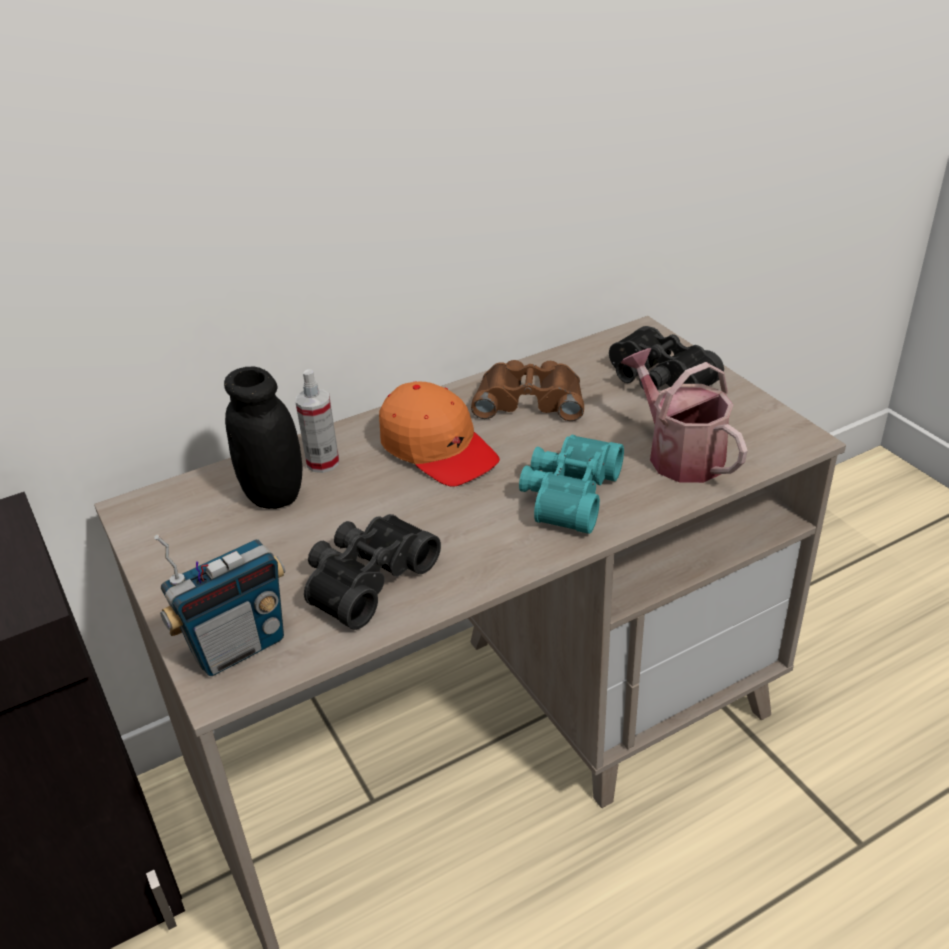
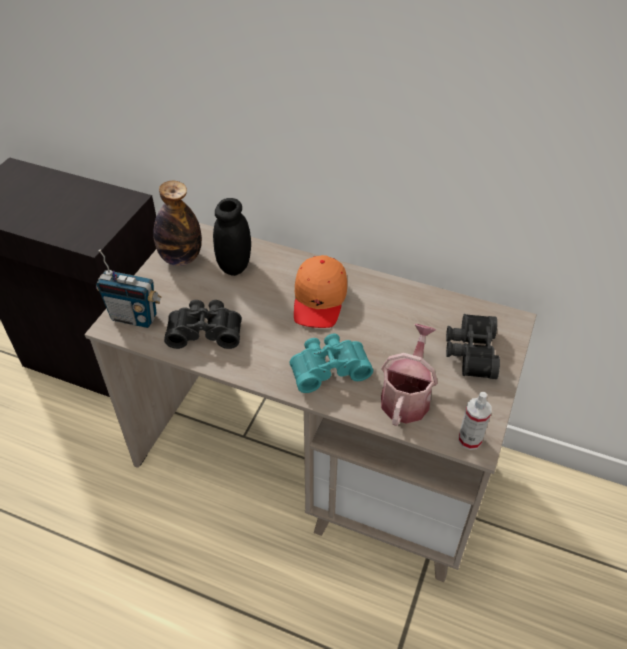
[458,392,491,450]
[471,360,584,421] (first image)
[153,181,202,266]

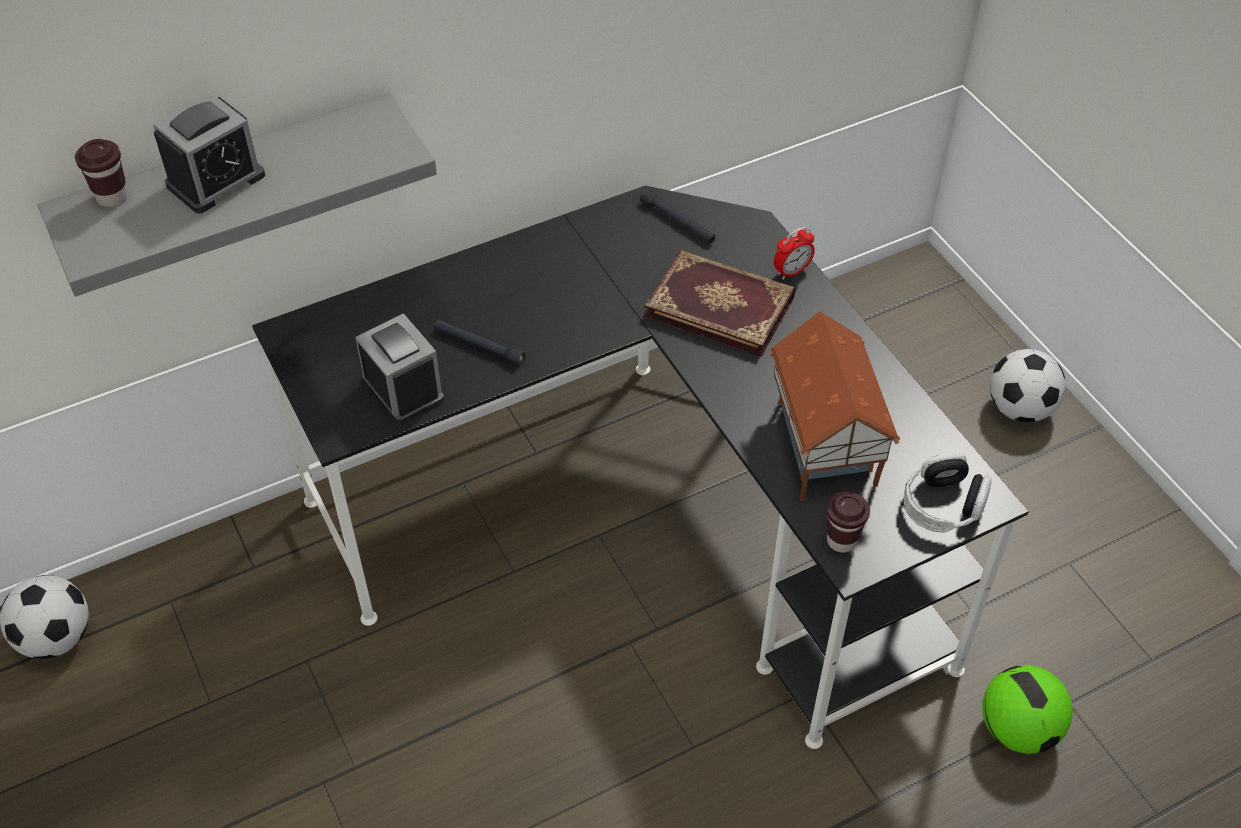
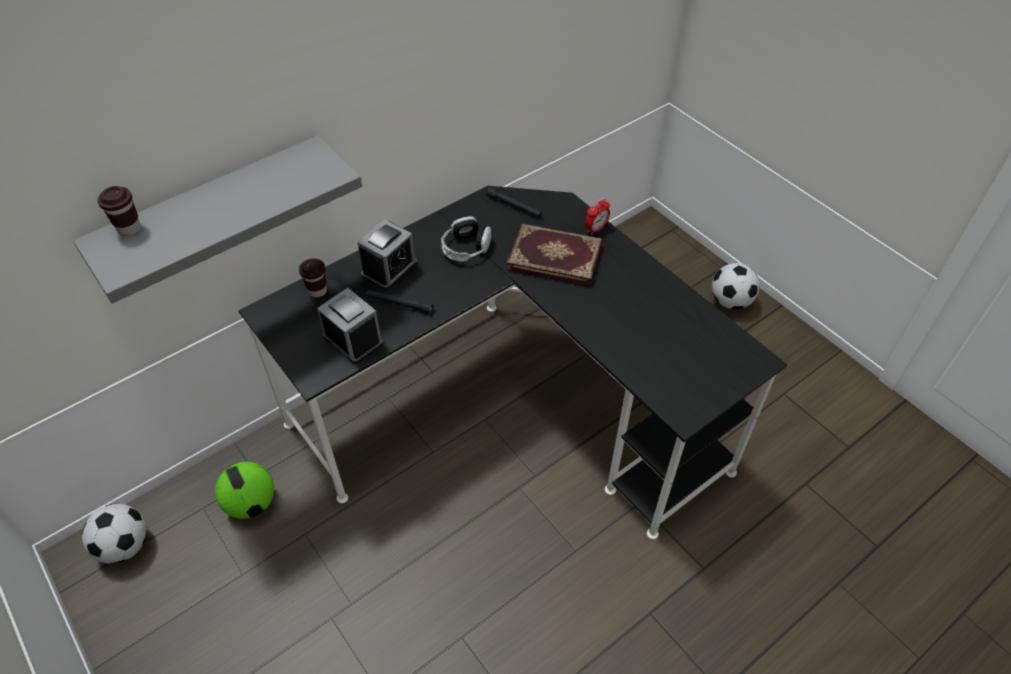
[357,219,417,291]
[769,311,900,501] (first image)
[299,259,327,297]
[441,216,491,261]
[215,462,274,519]

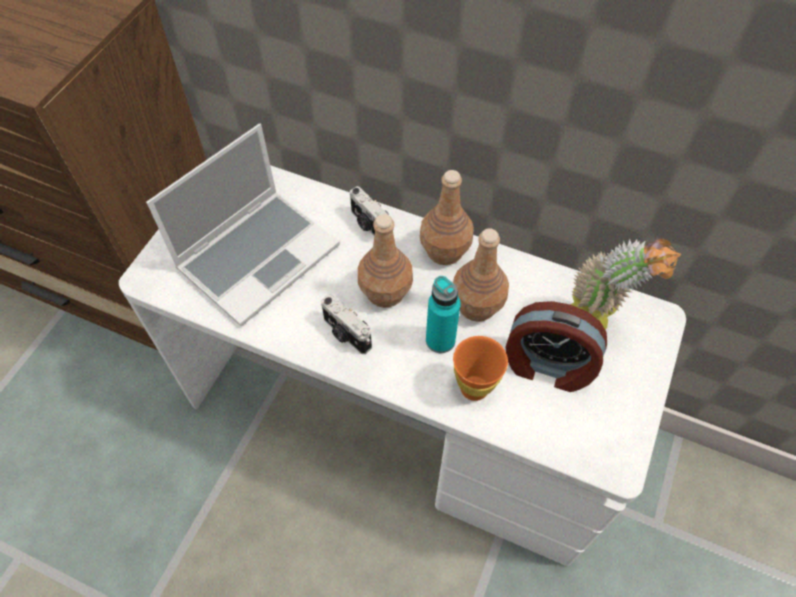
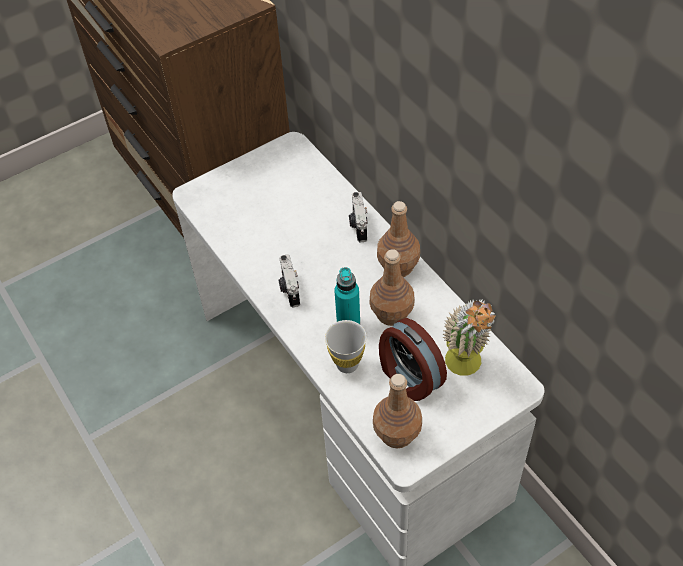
[146,124,340,326] (first image)
[373,374,422,448]
[325,320,367,373]

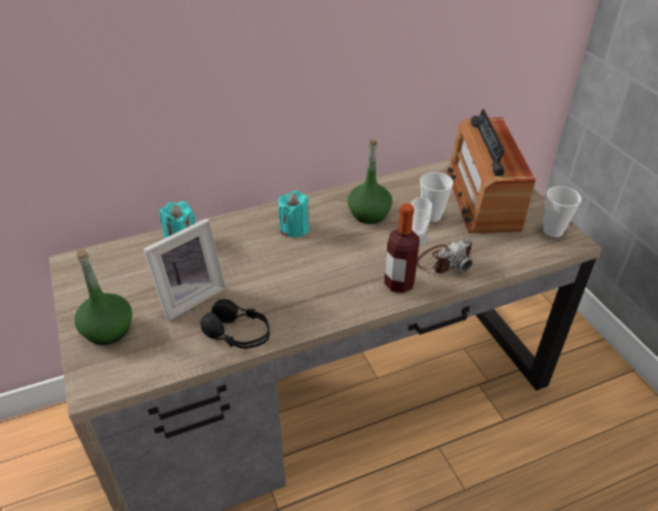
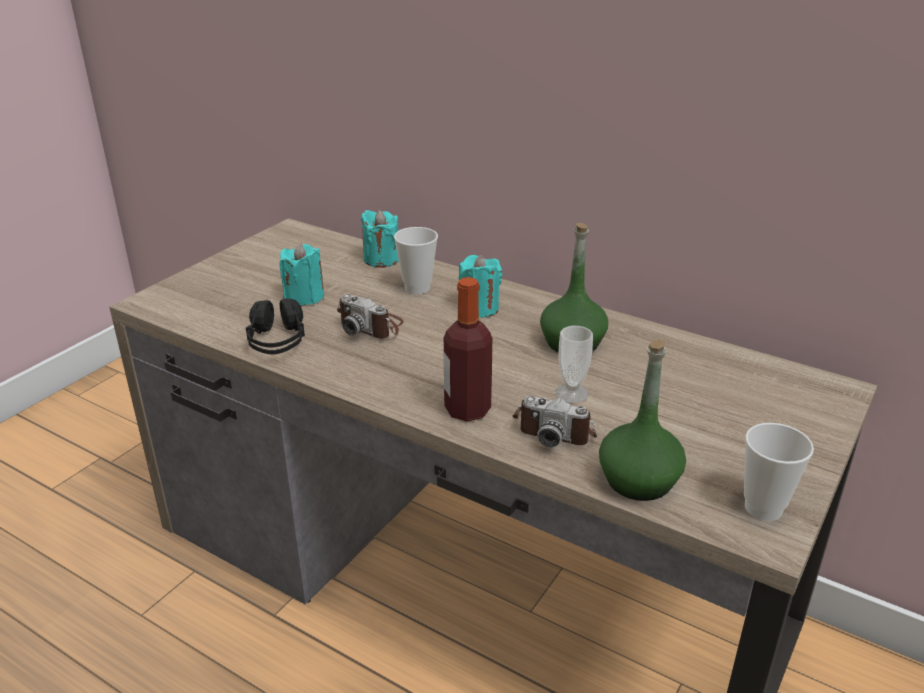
[599,340,686,501]
[280,243,324,305]
[394,227,438,294]
[446,109,536,233] (first image)
[337,294,404,339]

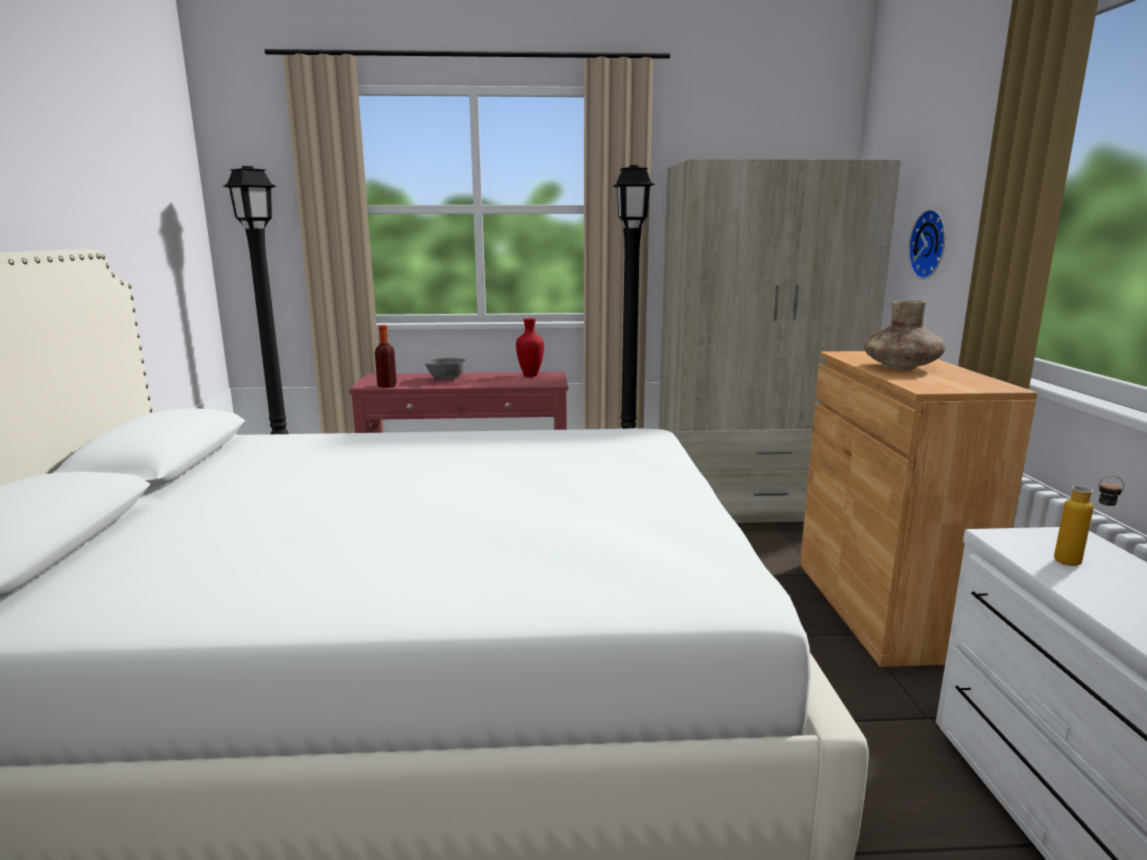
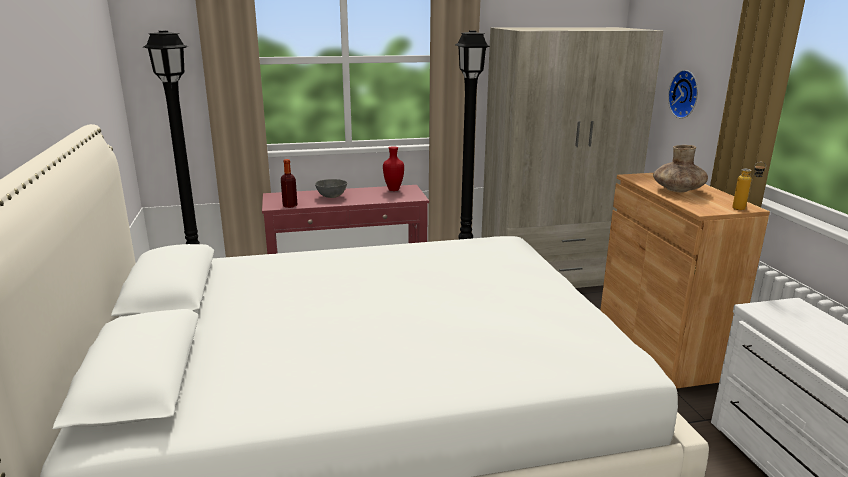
[732,162,766,210]

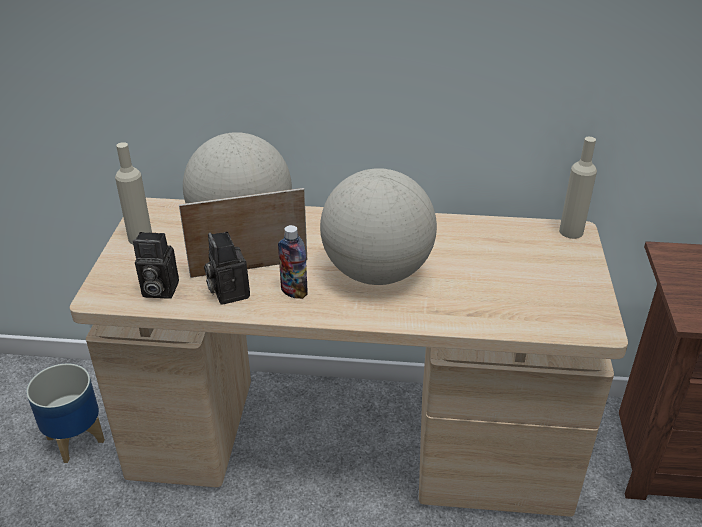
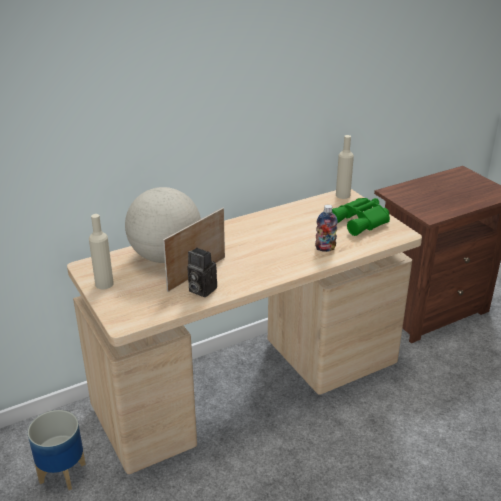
[133,232,179,299] (first image)
[315,205,338,252]
[320,168,437,285] (first image)
[332,198,390,236]

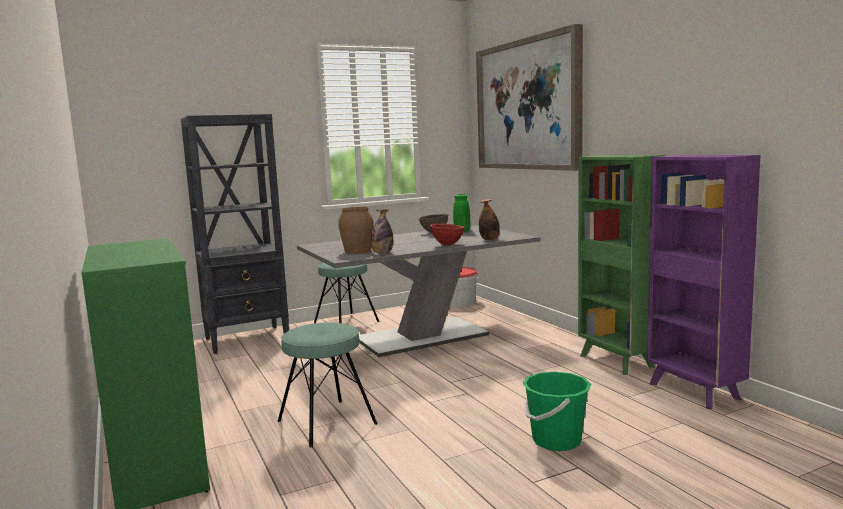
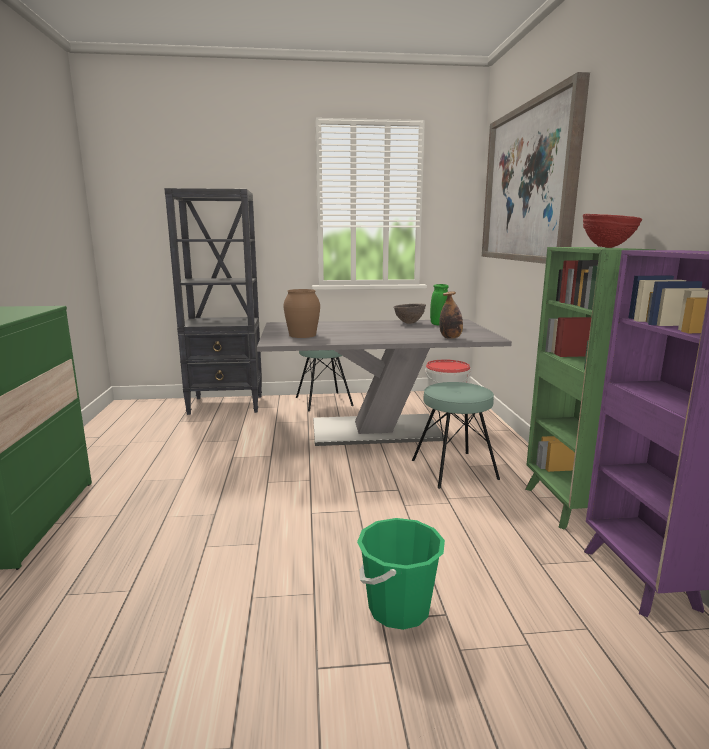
[412,382,500,489]
[371,209,393,254] (first image)
[583,214,642,248]

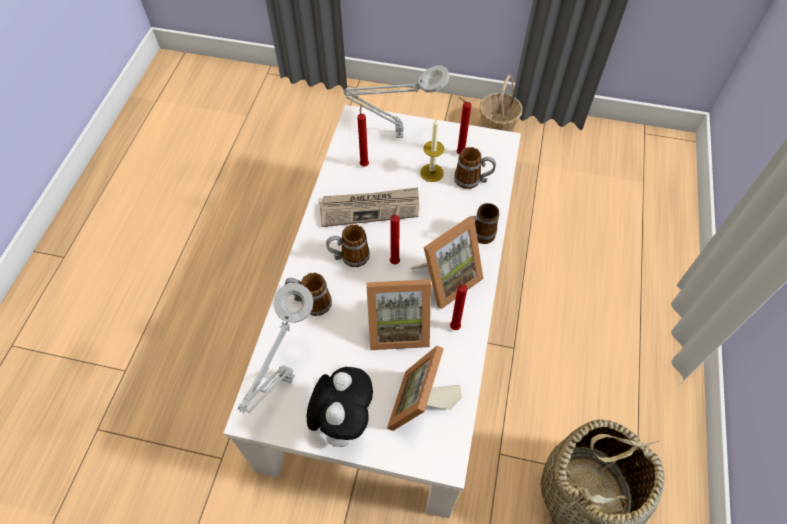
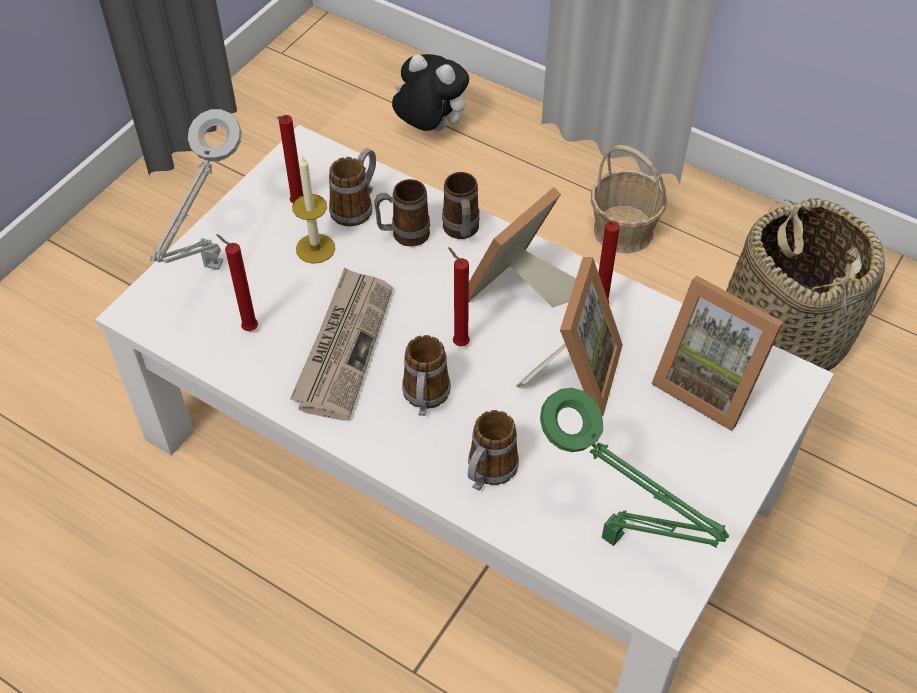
[540,388,729,548]
[392,54,469,131]
[469,187,576,308]
[591,145,667,254]
[374,179,430,247]

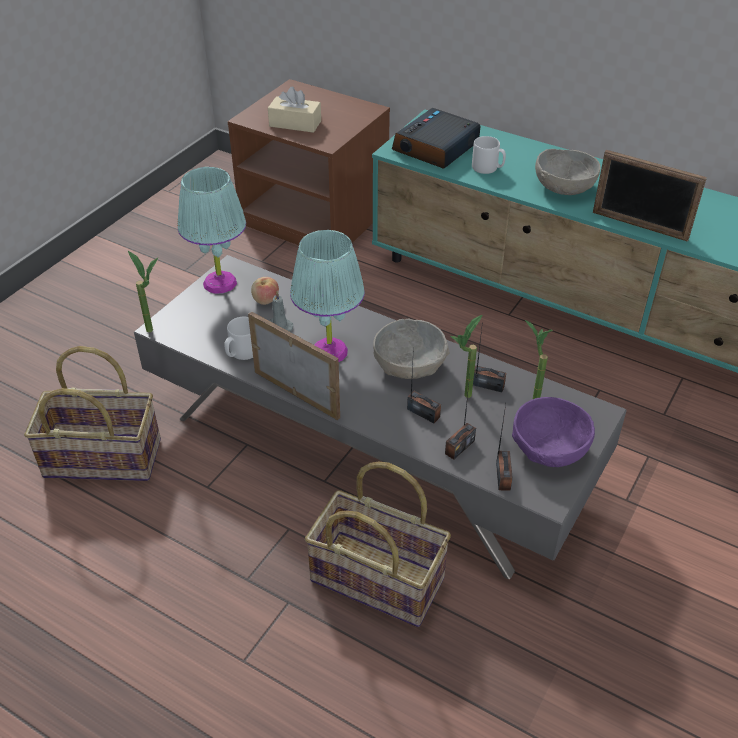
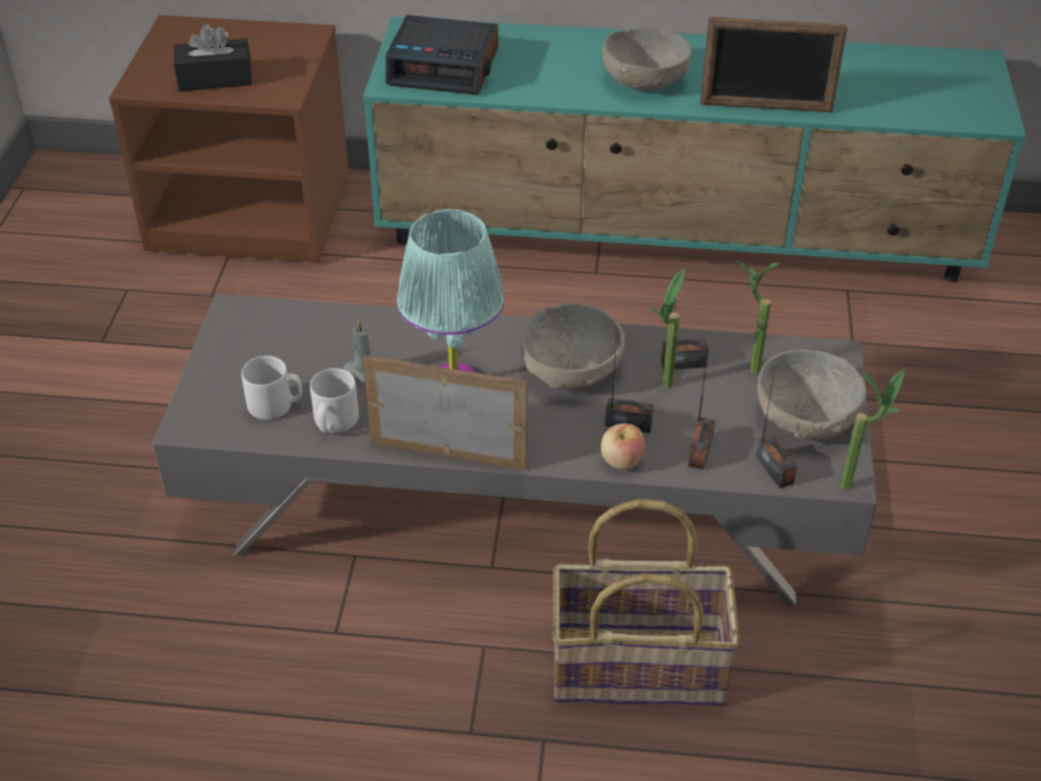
[24,346,161,481] (first image)
[840,369,904,490]
[177,167,246,294] (first image)
[601,423,645,470]
[174,24,252,91]
[386,15,498,95]
[241,356,302,420]
[757,350,866,439]

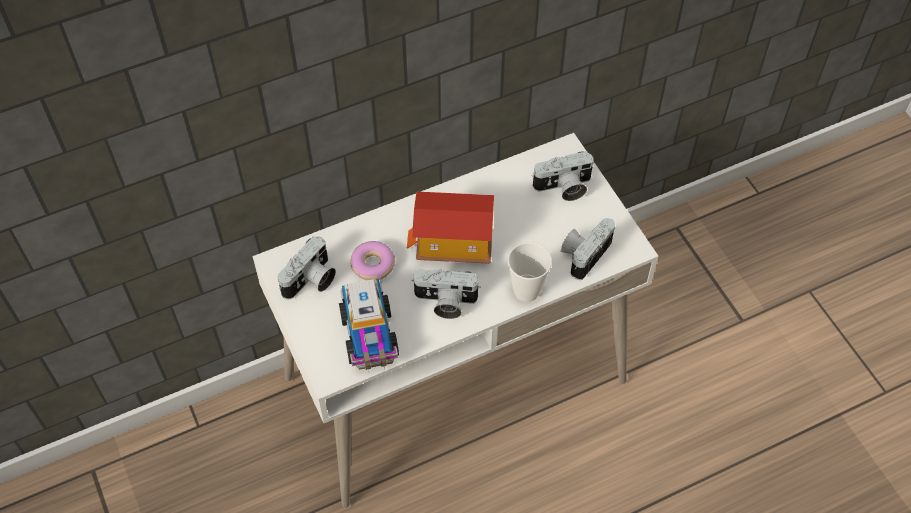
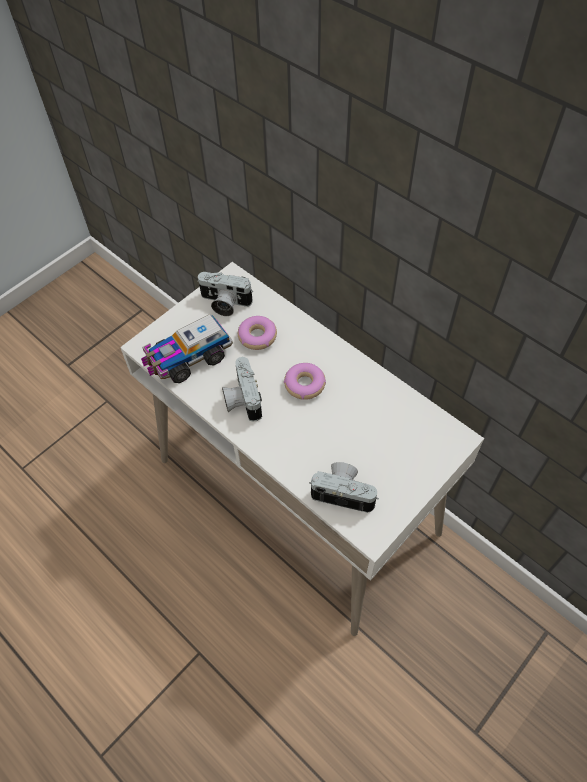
[284,363,326,400]
[508,243,552,302] (first image)
[532,151,594,201] (first image)

